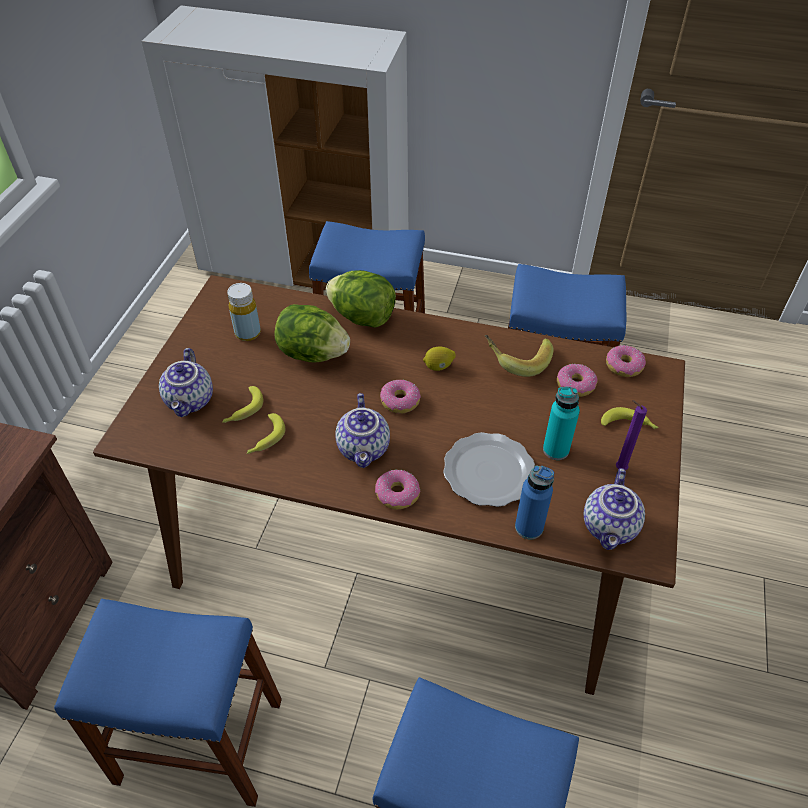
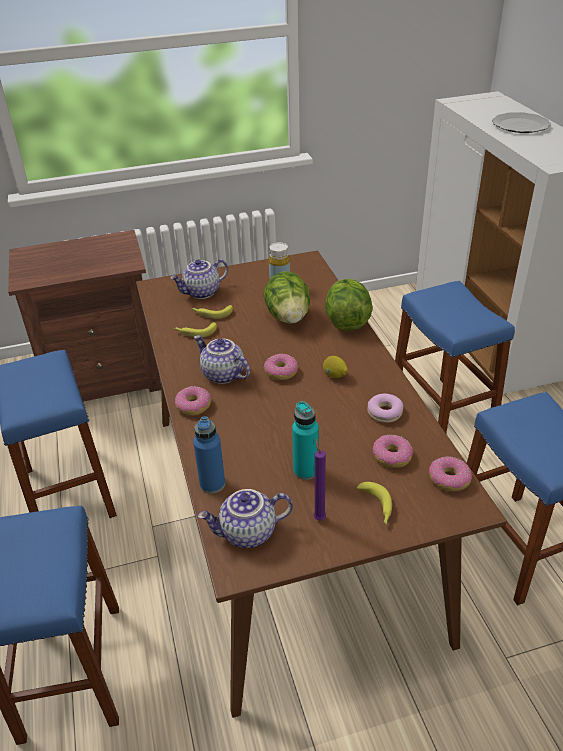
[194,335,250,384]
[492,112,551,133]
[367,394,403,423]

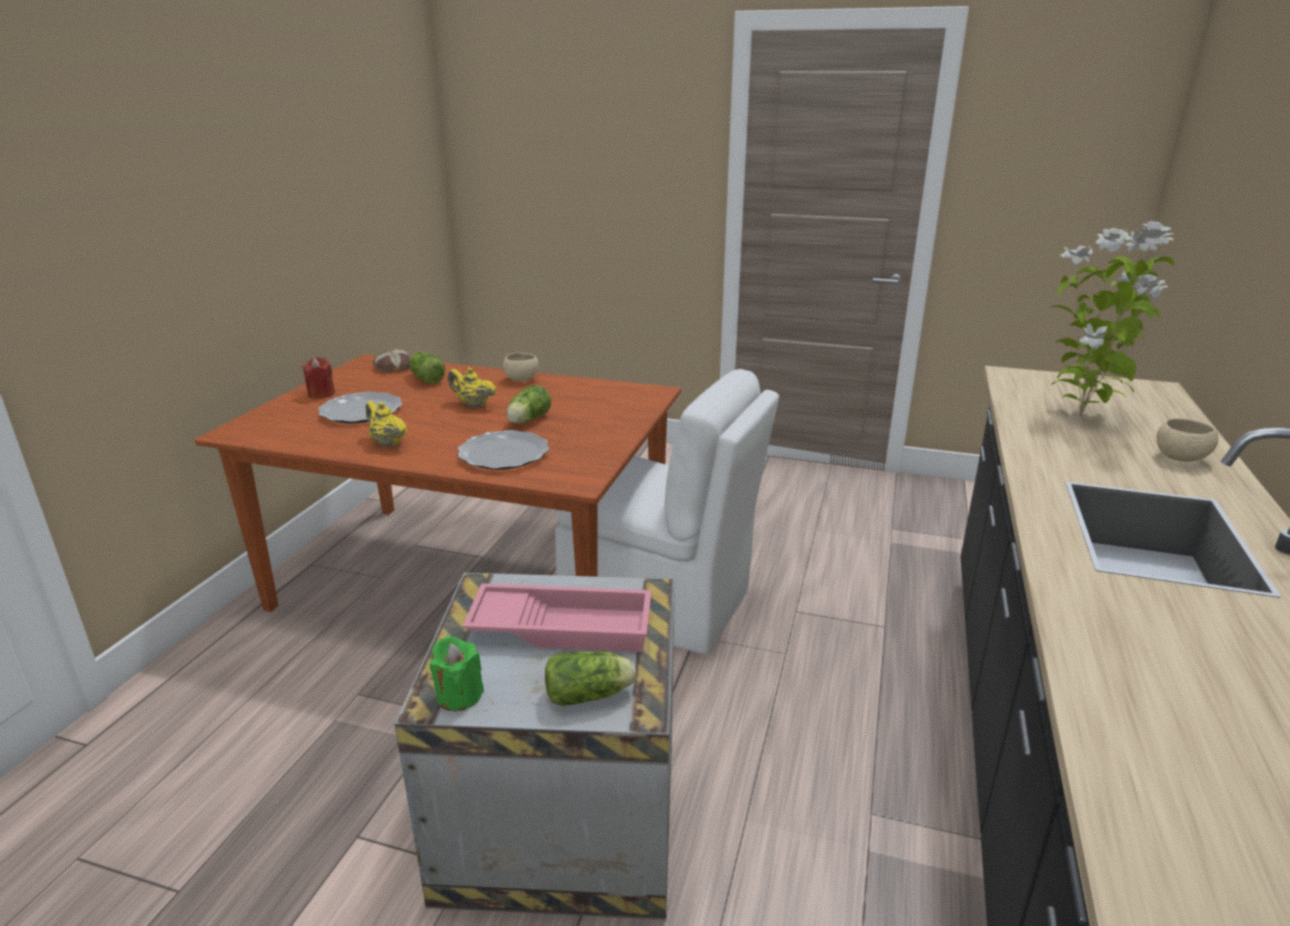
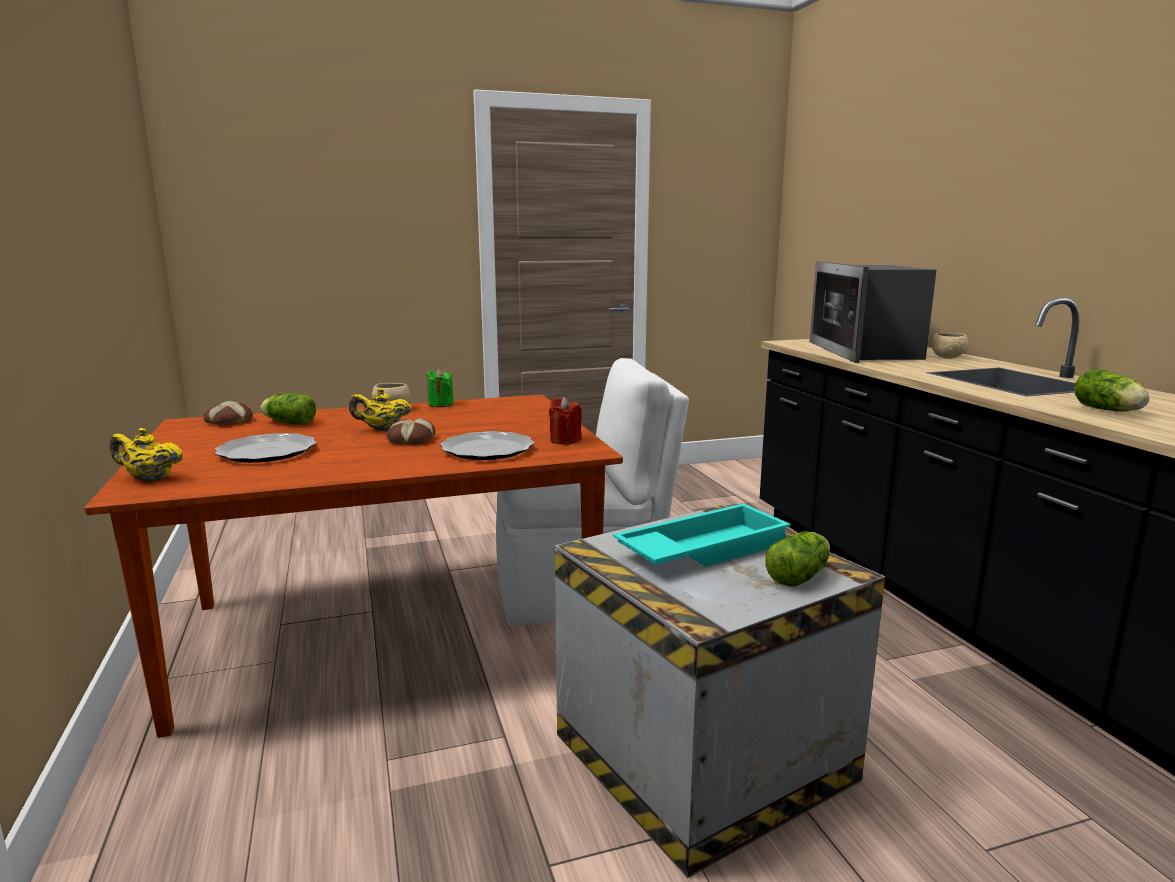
[549,397,582,444]
[110,428,184,482]
[426,369,454,407]
[613,503,791,567]
[1074,369,1149,412]
[810,261,936,363]
[387,418,435,445]

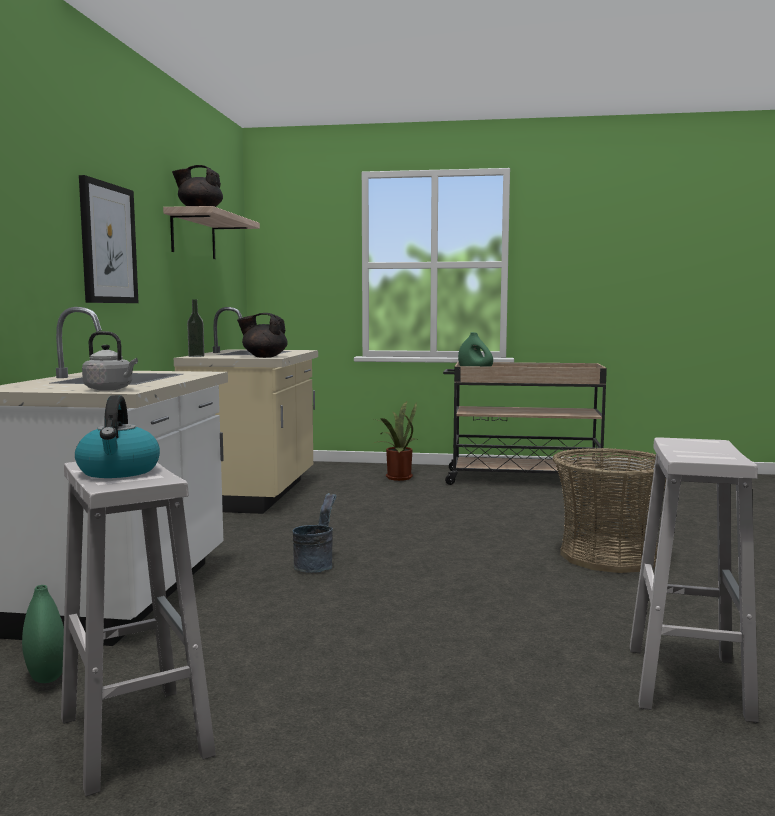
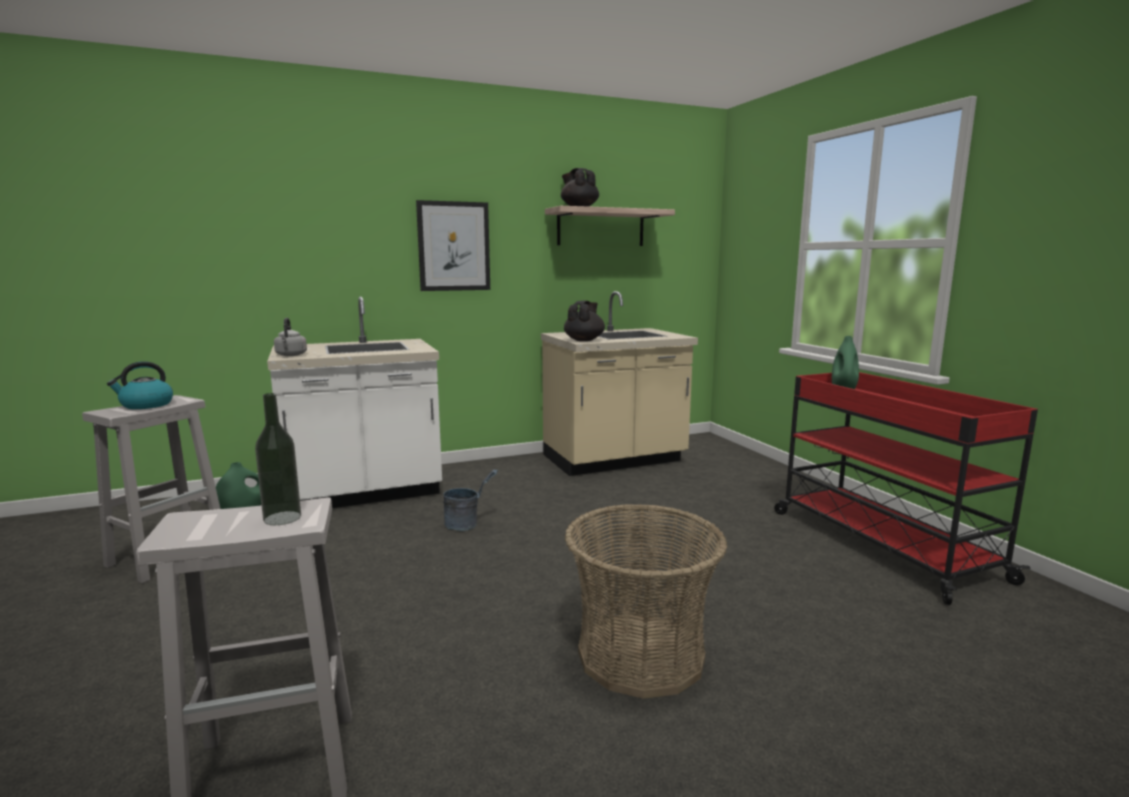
[255,393,301,525]
[564,301,605,341]
[374,401,418,481] (first image)
[774,372,1038,605]

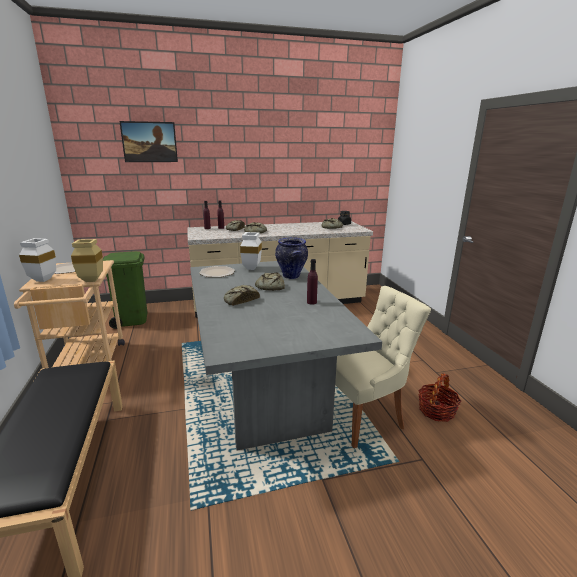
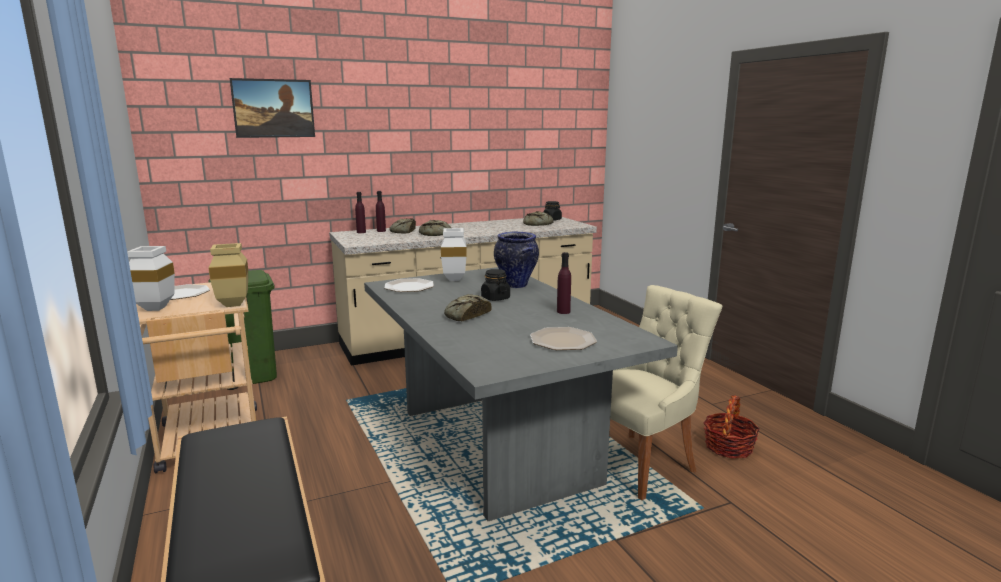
[481,269,510,301]
[530,327,597,350]

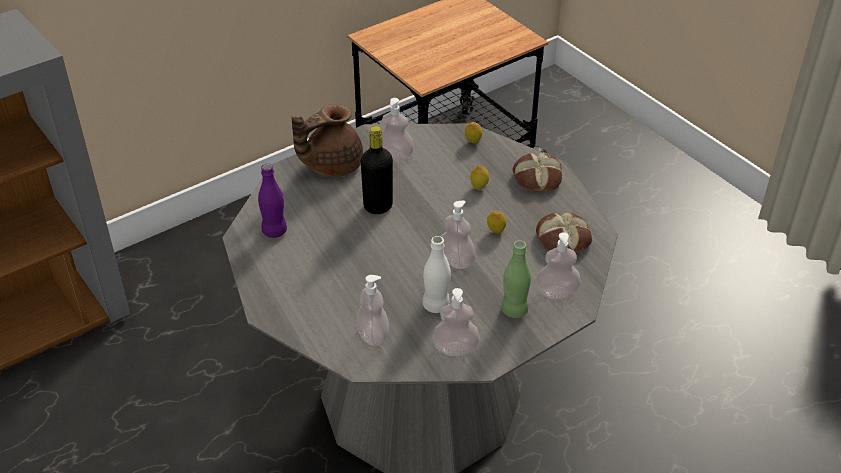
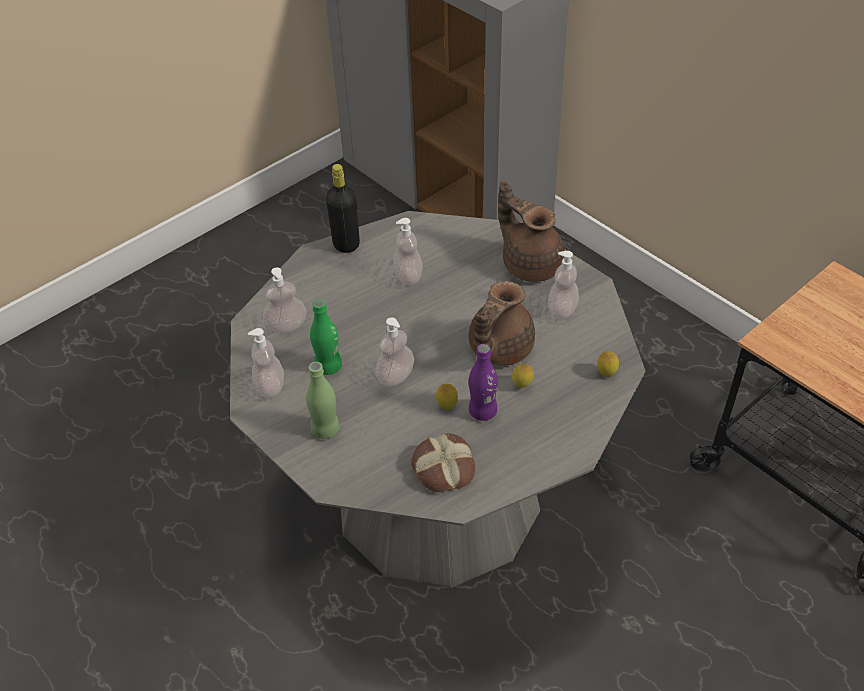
[469,344,498,421]
[326,164,360,253]
[310,299,342,375]
[513,152,562,191] (first image)
[393,218,423,285]
[469,281,535,365]

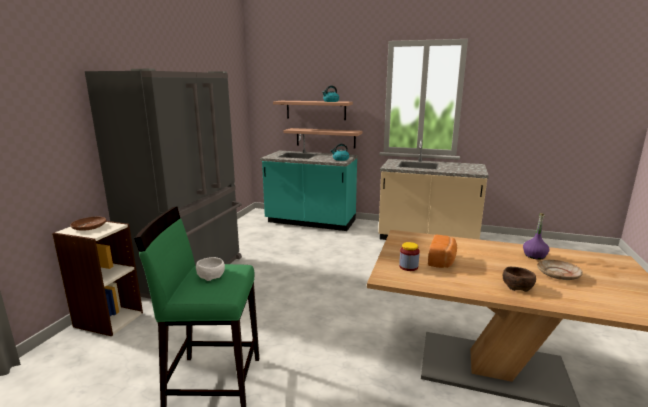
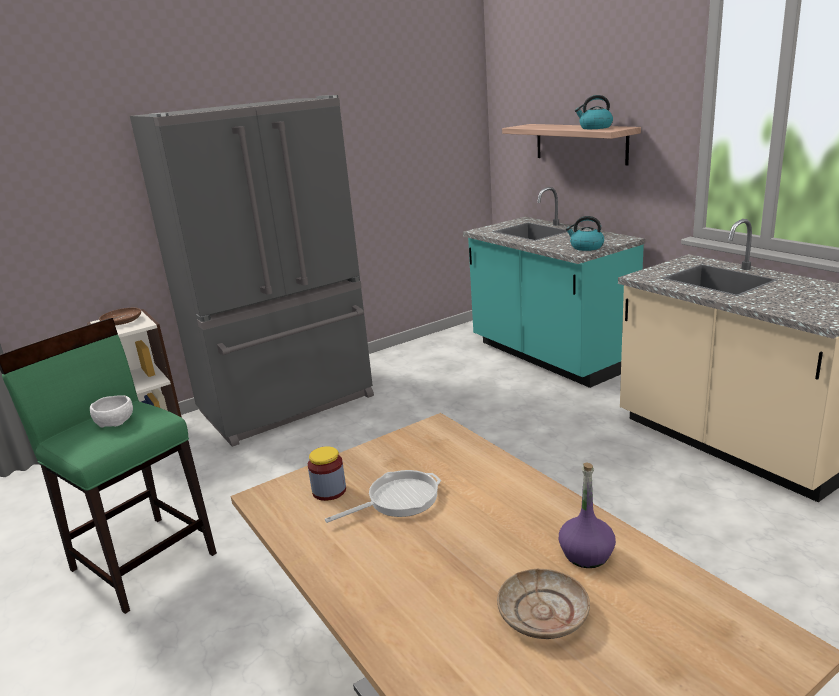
[283,128,362,149] (first image)
[325,470,441,523]
[502,267,536,292] (first image)

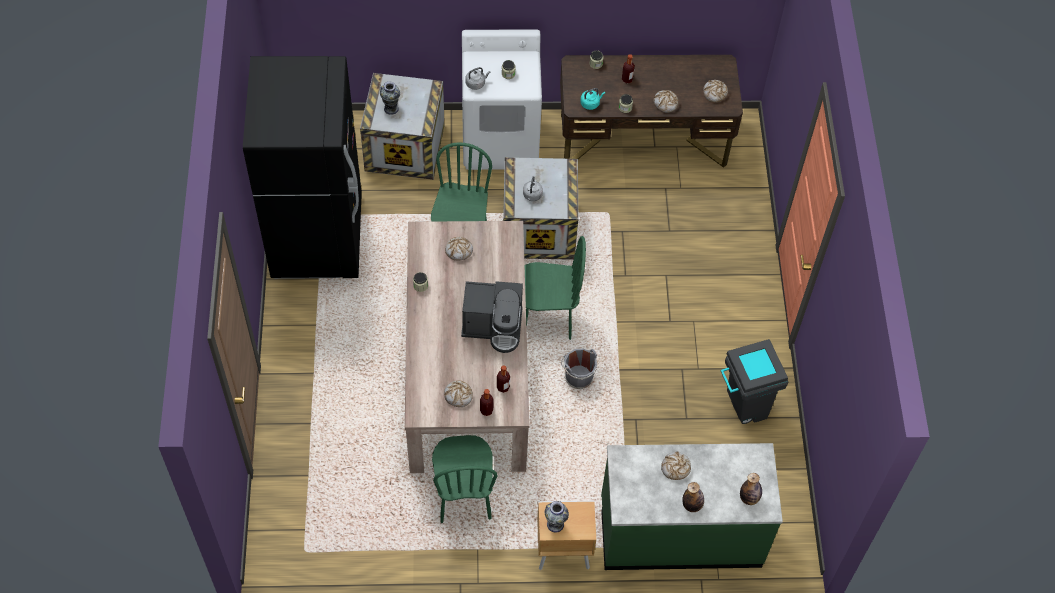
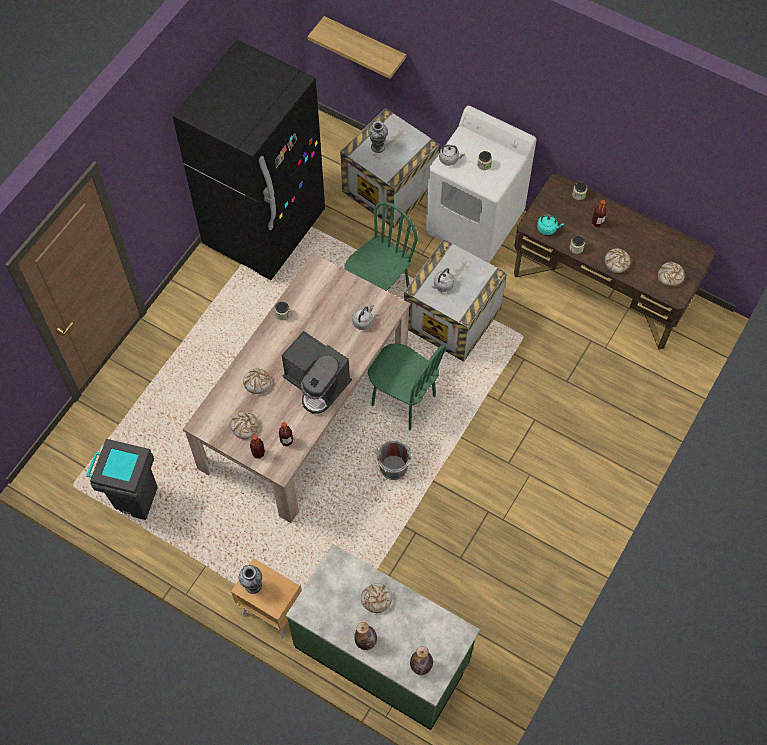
[432,435,498,523] (first image)
[243,368,271,394]
[86,439,158,520]
[308,16,406,79]
[352,304,374,330]

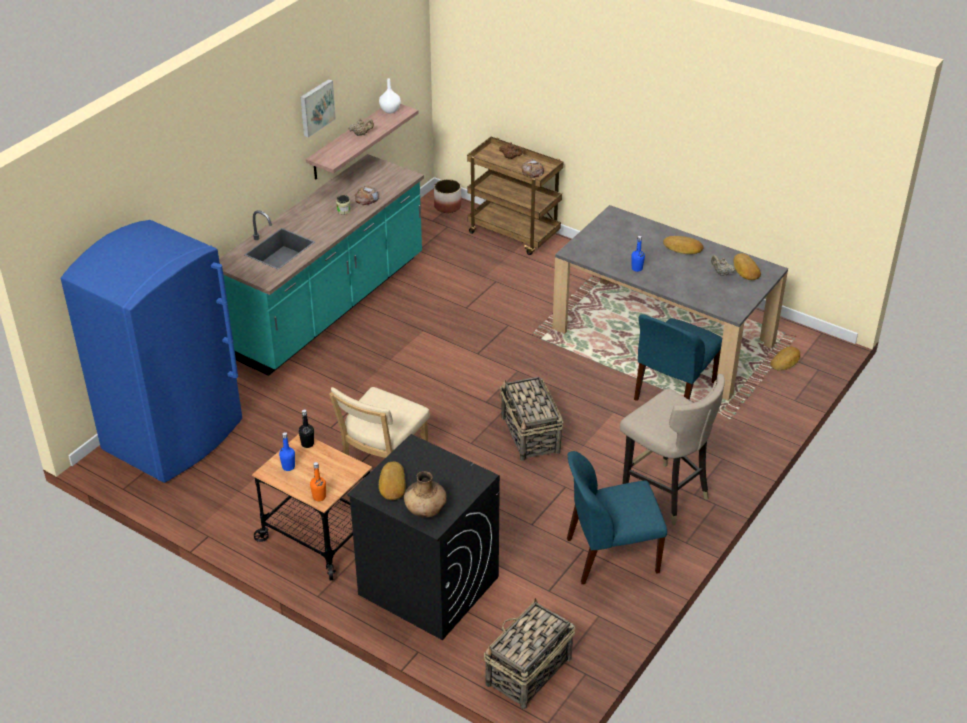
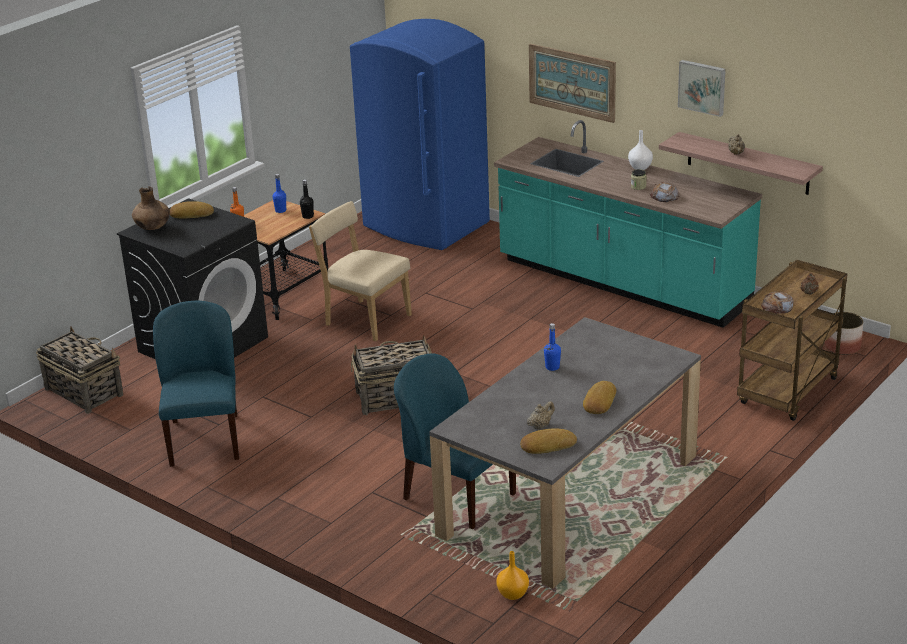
[628,130,653,170]
[620,374,725,525] (first image)
[496,551,529,600]
[529,43,616,123]

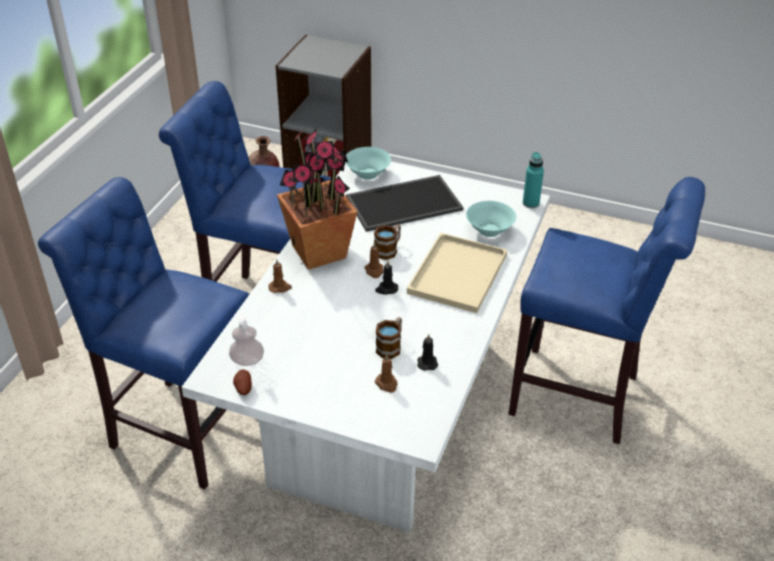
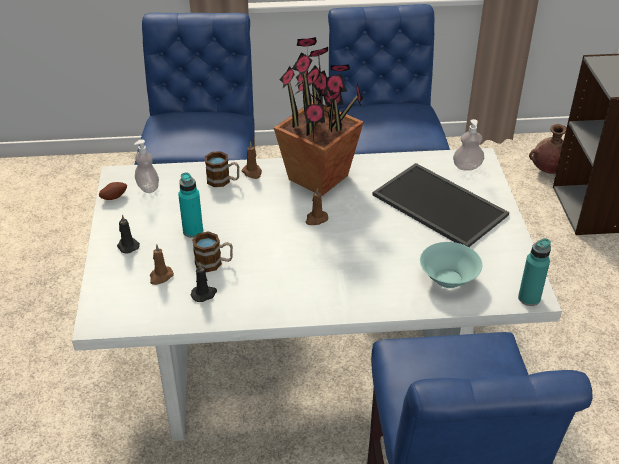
[453,119,484,171]
[205,151,239,187]
[117,215,140,253]
[407,233,507,313] (first image)
[178,172,203,238]

